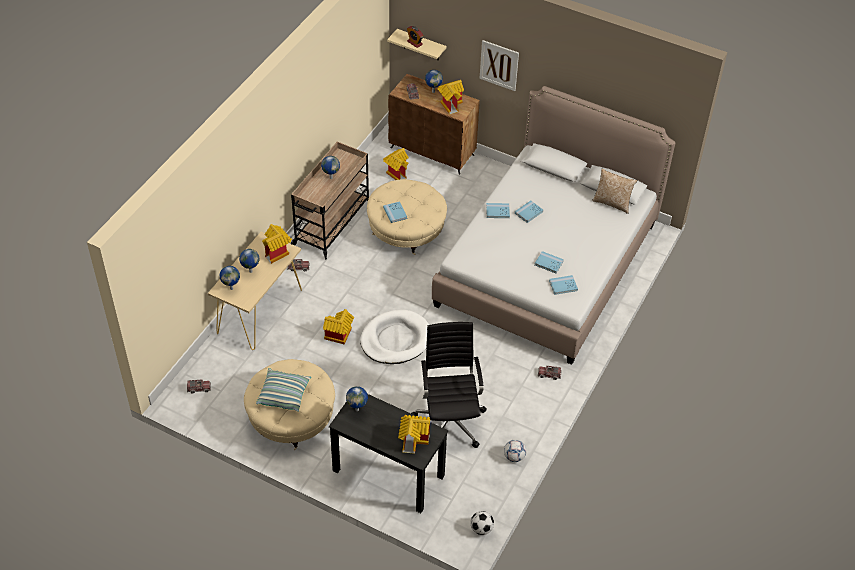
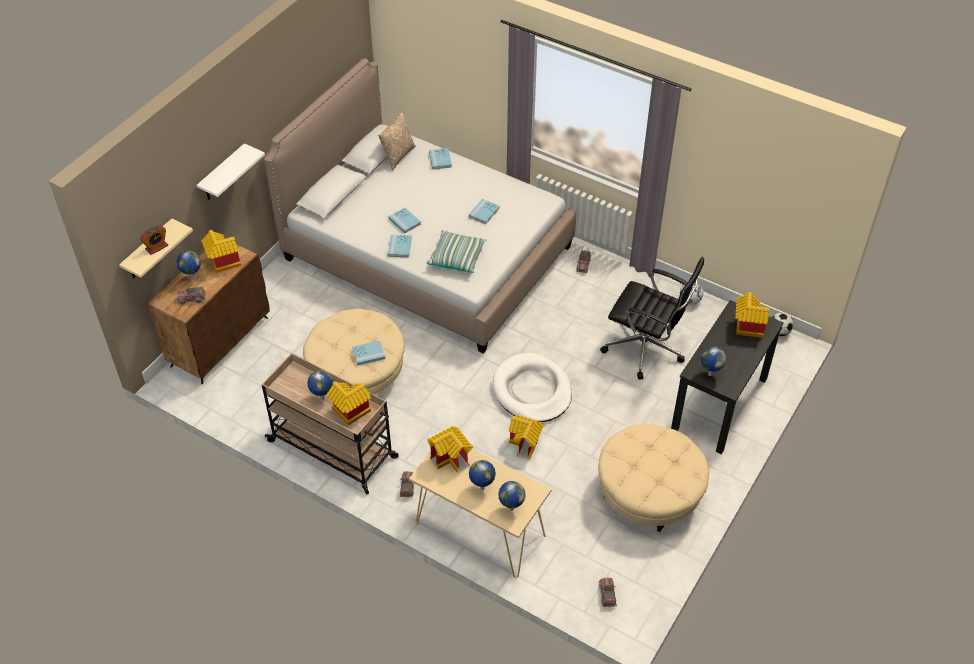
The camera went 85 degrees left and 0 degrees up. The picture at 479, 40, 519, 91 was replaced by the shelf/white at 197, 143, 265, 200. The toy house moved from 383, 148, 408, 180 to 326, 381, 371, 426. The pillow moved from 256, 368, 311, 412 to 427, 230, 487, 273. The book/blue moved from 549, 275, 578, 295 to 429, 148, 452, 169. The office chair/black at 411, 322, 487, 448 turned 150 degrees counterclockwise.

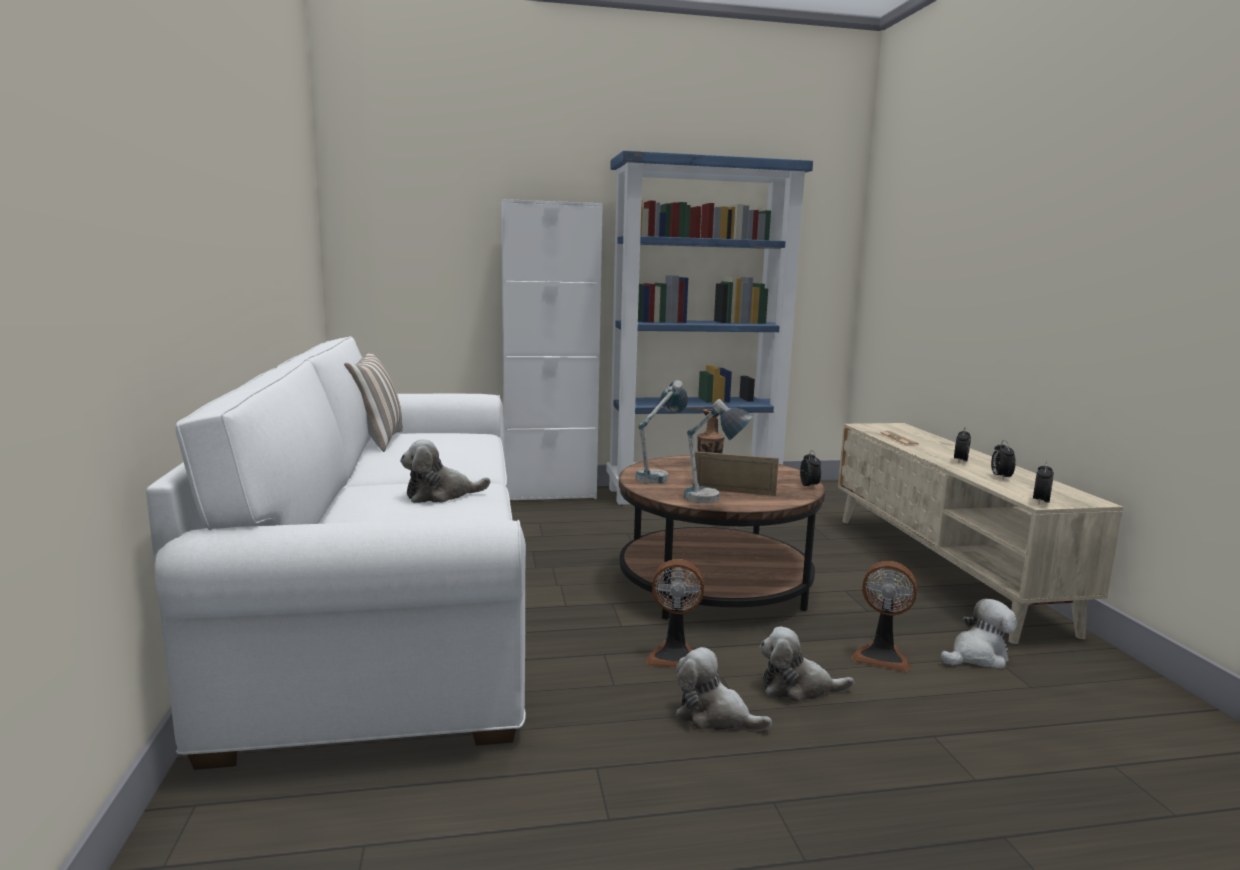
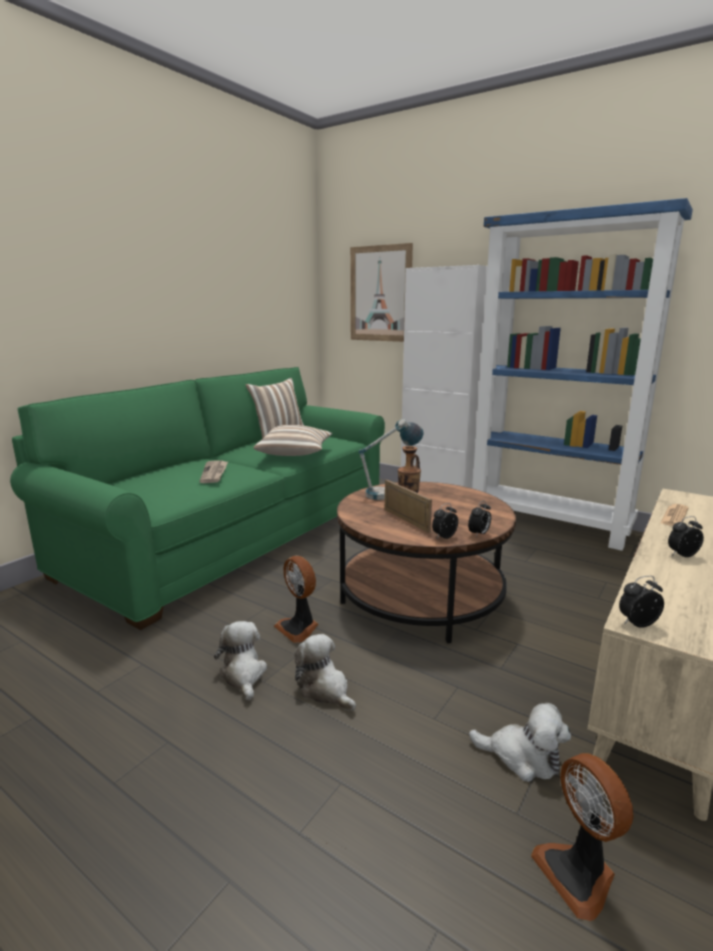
The camera went 45 degrees right and 5 degrees up. The sofa/white at 146, 336, 526, 770 became the sofa/green at 10, 367, 385, 630. The plush toy at 400, 439, 490, 503 was replaced by the newspaper at 200, 461, 228, 483. The pillow at 253, 425, 332, 456 appeared. The picture at 350, 243, 413, 342 appeared. The alarm clock moved from 991, 440, 1016, 480 to 432, 503, 458, 539. The fan moved from 851, 561, 917, 672 to 531, 753, 633, 921. The table lamp at 684, 399, 754, 503 disappeared.

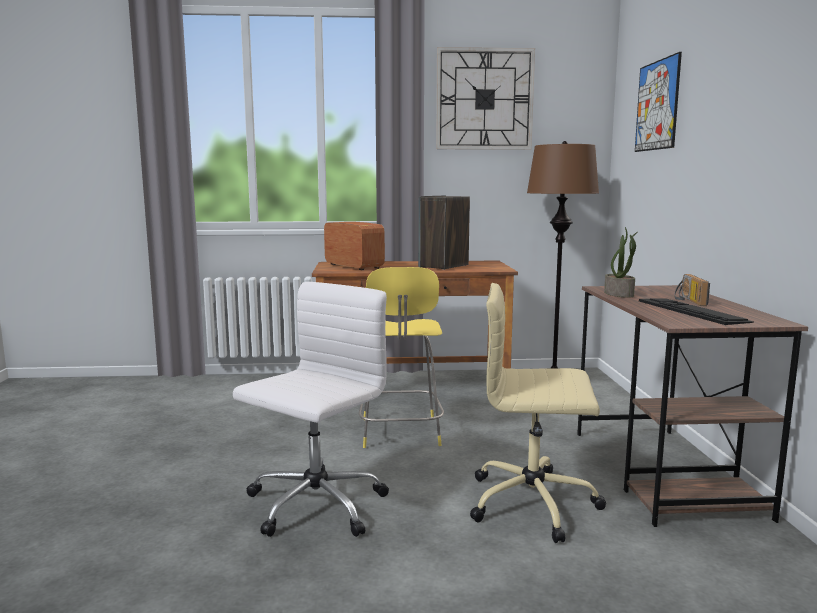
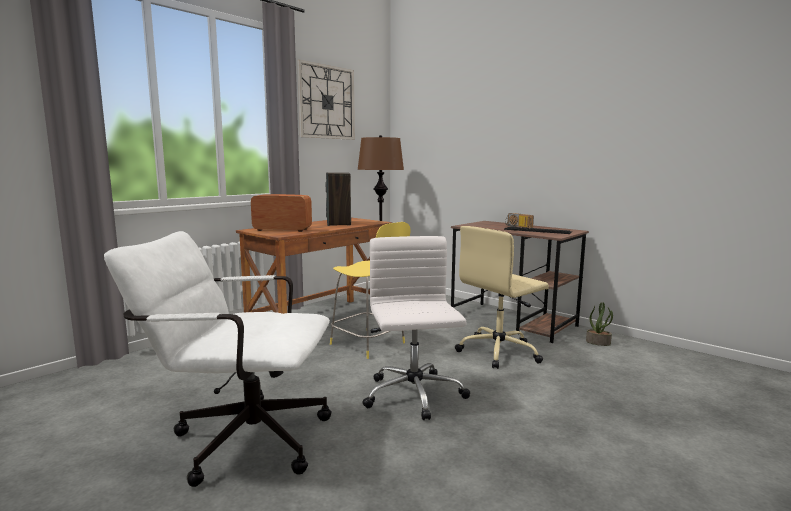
The camera went 45 degrees left and 0 degrees up. The office chair/white at 104, 231, 332, 487 appeared. The potted plant moved from 604, 227, 637, 298 to 586, 302, 613, 346. The picture at 635, 52, 682, 152 disappeared.

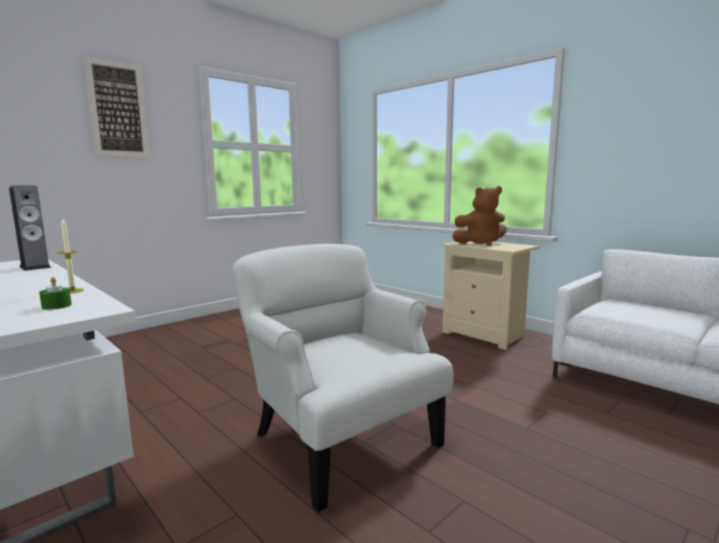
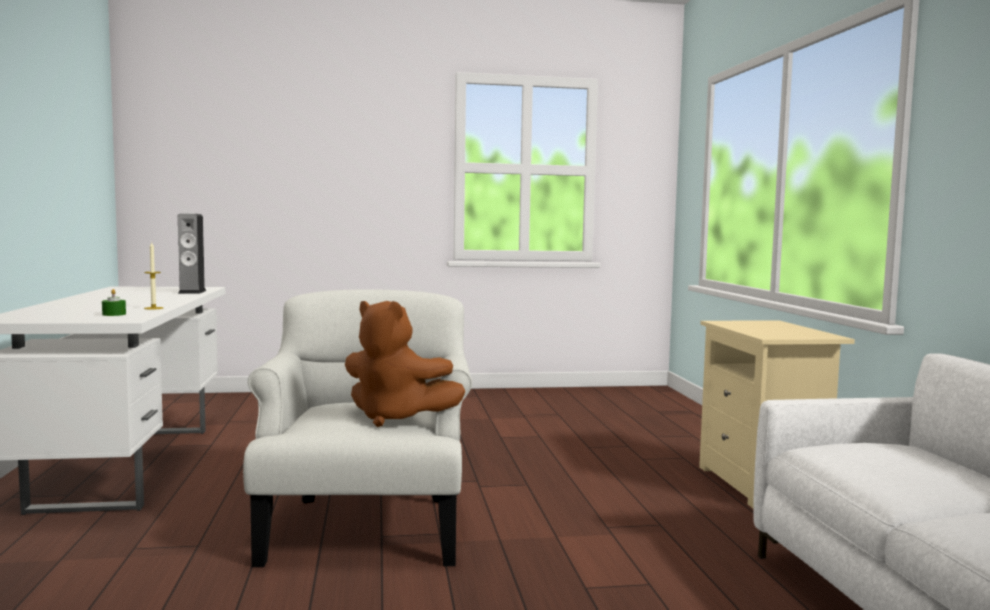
The camera went 35 degrees right and 5 degrees down. The plush toy/brown moved from 452, 186, 507, 246 to 345, 301, 465, 427. The picture at 84, 56, 150, 157 disappeared.

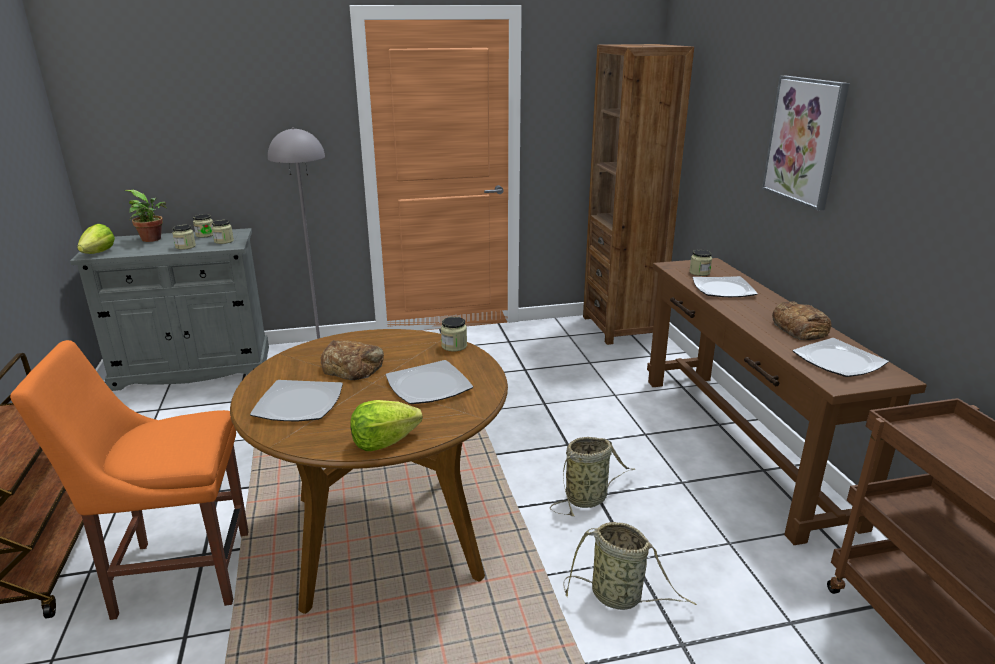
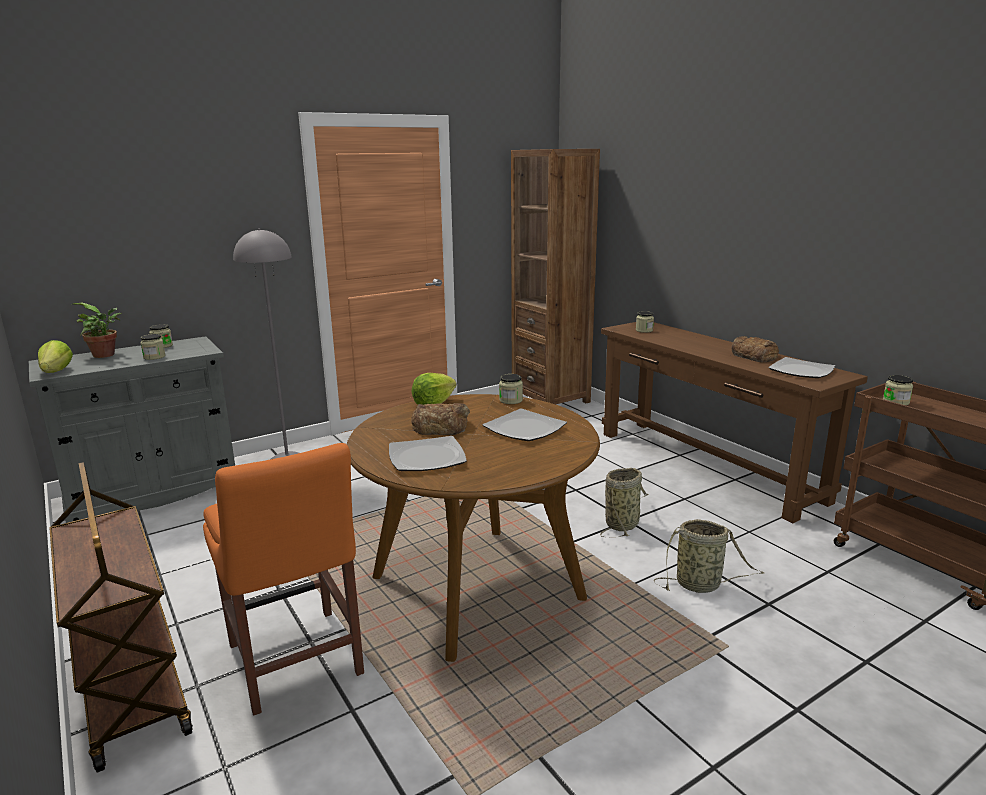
The camera went 20 degrees left and 5 degrees down. The chair/orange at 10, 340, 249, 620 turned 90 degrees counterclockwise. The lettuce moved from 350, 400, 423, 451 to 412, 373, 457, 405. The jar moved from 212, 220, 234, 244 to 883, 375, 913, 405. The plate at 693, 276, 758, 297 disappeared. The picture at 762, 76, 850, 210 disappeared.

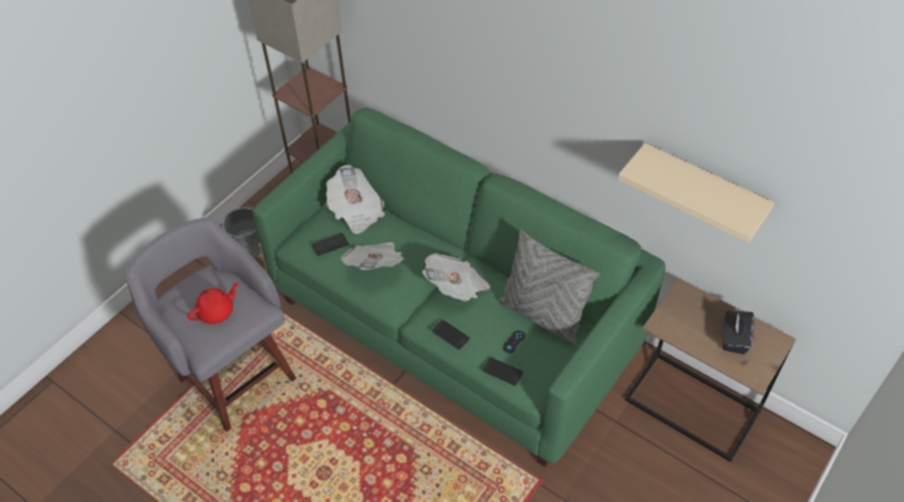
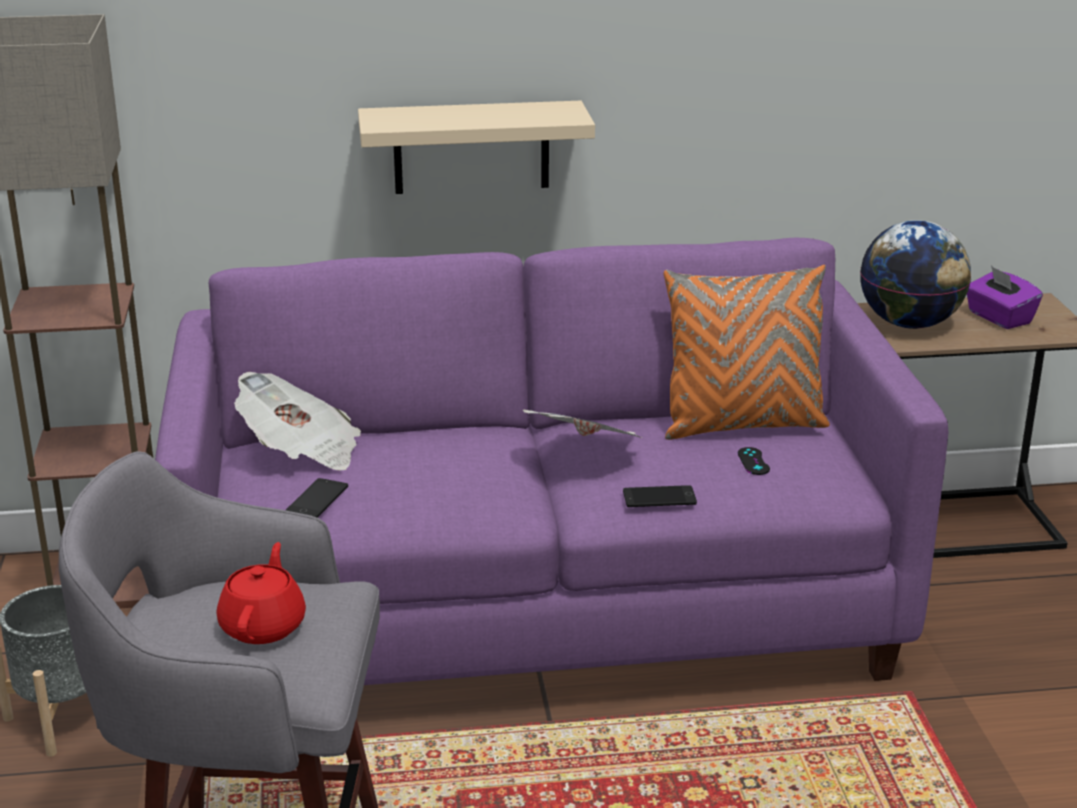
The camera went 45 degrees left and 25 degrees down. The sofa/green at 252, 108, 665, 467 became the sofa/purple at 155, 238, 948, 685. The shelf/beige moved from 618, 143, 774, 243 to 358, 101, 595, 194. The pillow/grey at 498, 229, 600, 344 became the pillow/orange at 664, 265, 830, 440. The globe at 860, 220, 971, 329 appeared. The tissue box/black at 722, 311, 754, 354 became the tissue box/purple at 967, 266, 1043, 329. The newspaper at 341, 242, 405, 270 disappeared. The phone at 483, 357, 523, 386 disappeared.

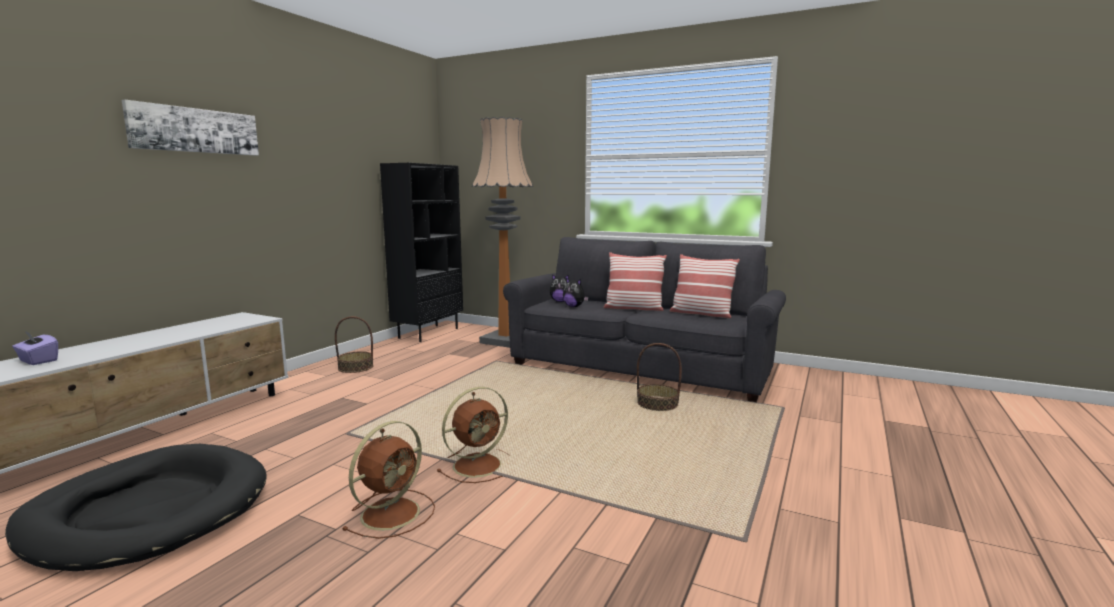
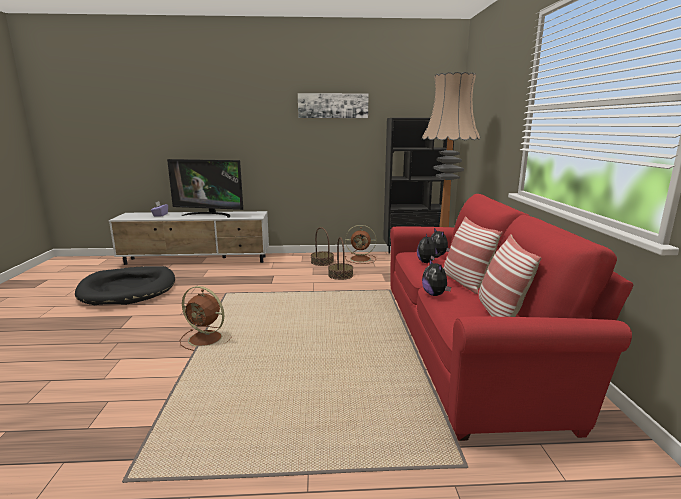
The camera went 60 degrees right and 5 degrees up. The television at 167, 159, 243, 218 appeared. The picture moved from 122, 100, 259, 156 to 298, 93, 369, 118. The basket moved from 637, 343, 682, 411 to 328, 237, 353, 280. The fan/brown moved from 342, 421, 435, 539 to 345, 225, 376, 264. The sofa/grey at 503, 237, 786, 402 became the sofa/red at 390, 194, 633, 441. The plush toy at 422, 259, 451, 296 appeared.

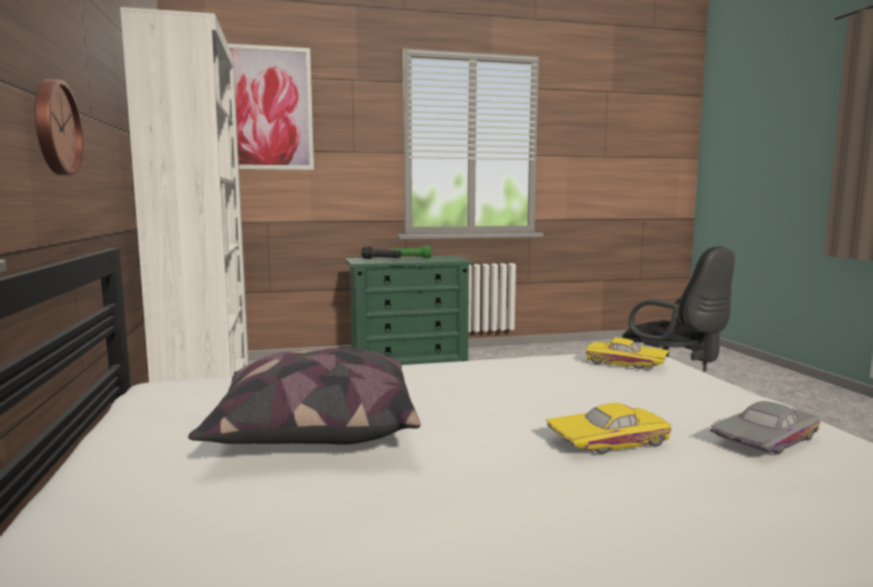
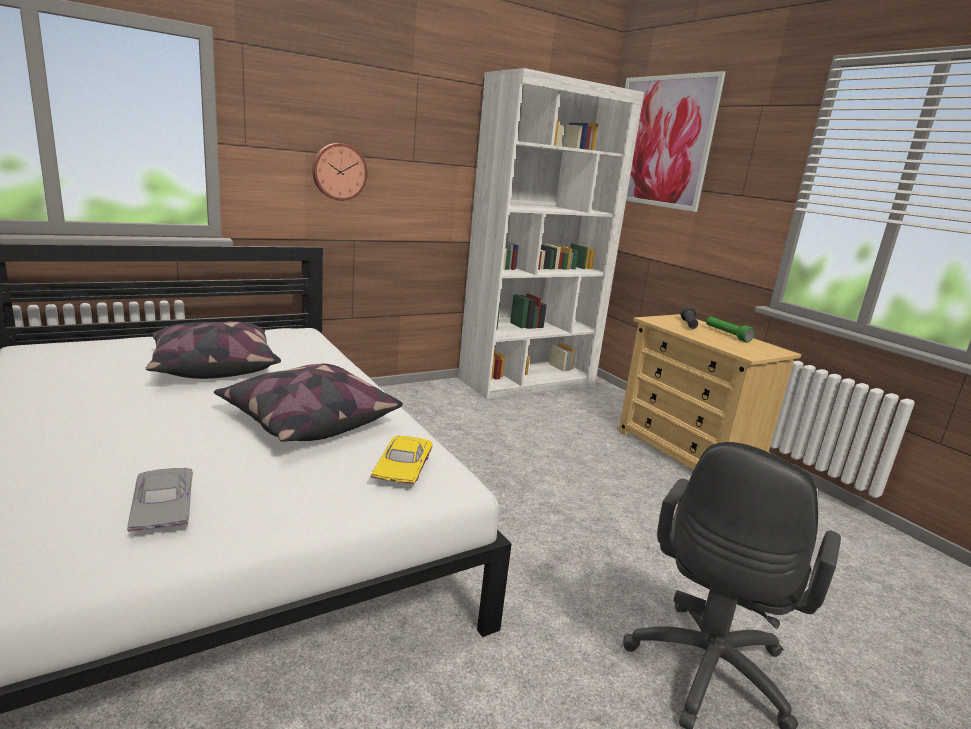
The camera went 70 degrees right and 10 degrees up. The toy car/grey at 710, 401, 821, 454 turned 150 degrees counterclockwise. The pillow at 214, 364, 403, 442 appeared. The dresser/green at 345, 256, 474, 365 became the dresser/beige at 618, 314, 801, 470. The toy car/yellow at 546, 403, 672, 454 disappeared.

